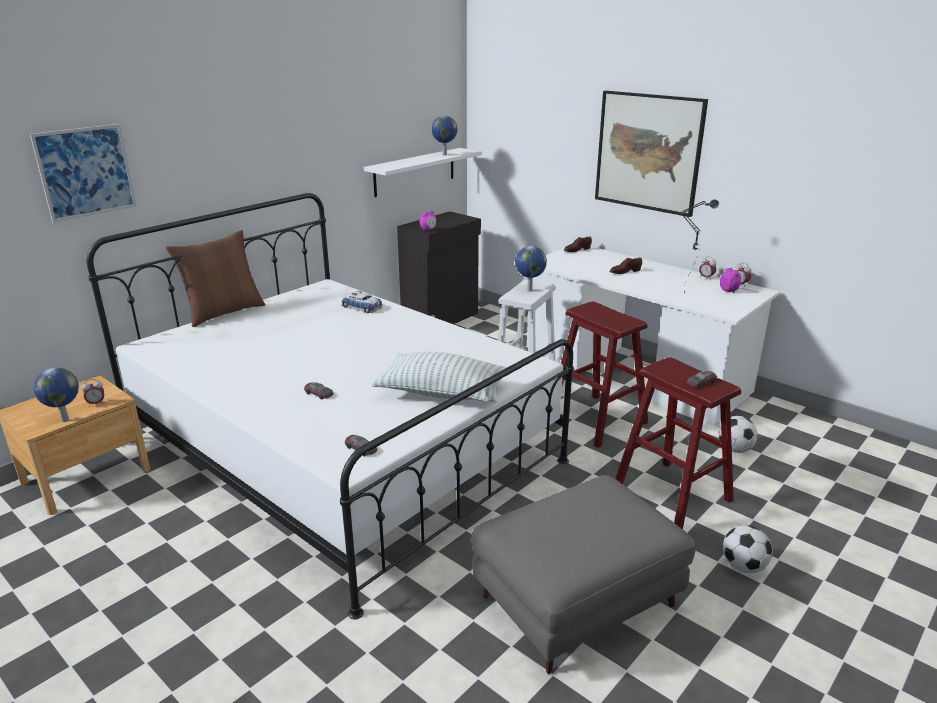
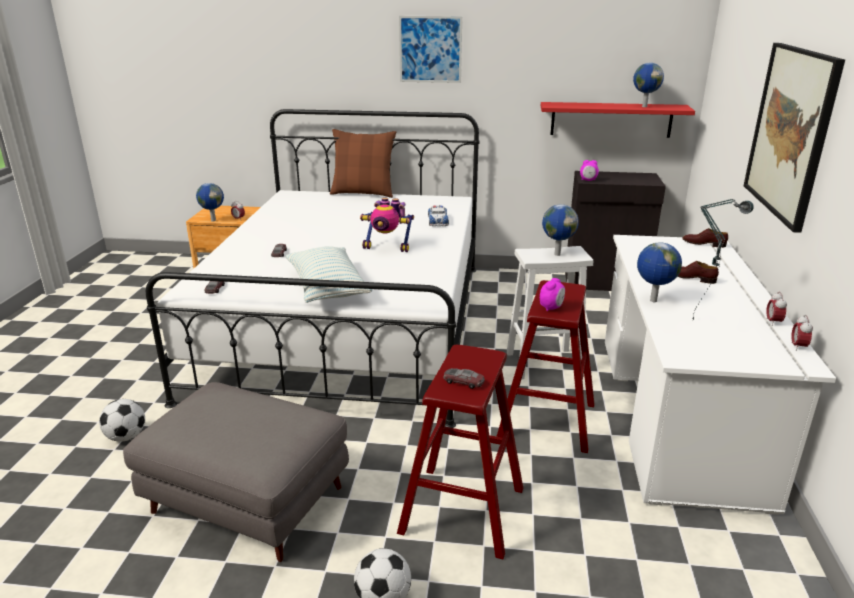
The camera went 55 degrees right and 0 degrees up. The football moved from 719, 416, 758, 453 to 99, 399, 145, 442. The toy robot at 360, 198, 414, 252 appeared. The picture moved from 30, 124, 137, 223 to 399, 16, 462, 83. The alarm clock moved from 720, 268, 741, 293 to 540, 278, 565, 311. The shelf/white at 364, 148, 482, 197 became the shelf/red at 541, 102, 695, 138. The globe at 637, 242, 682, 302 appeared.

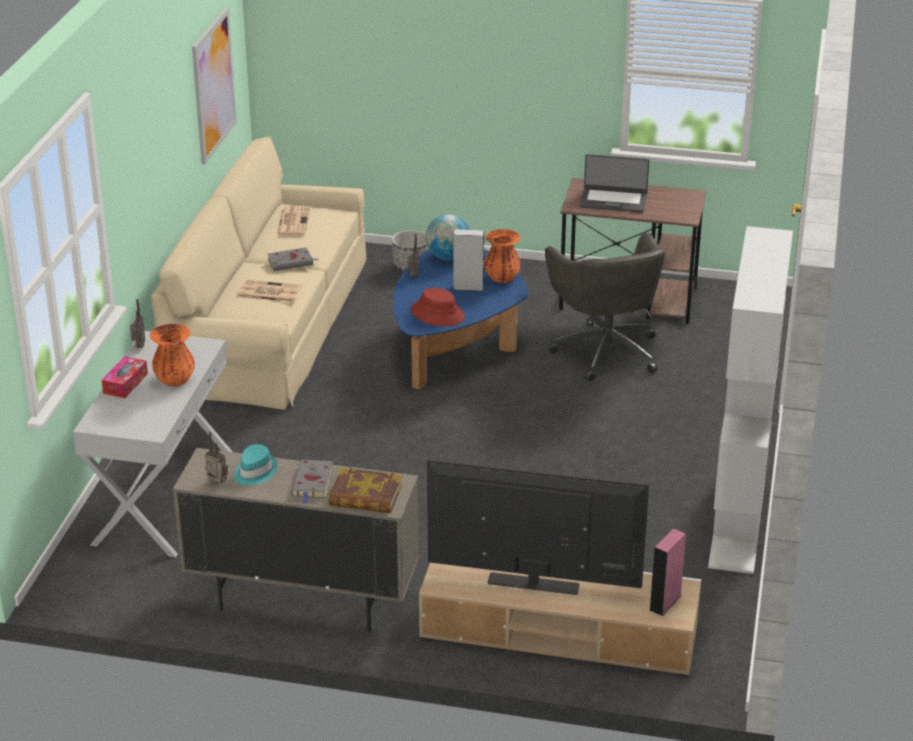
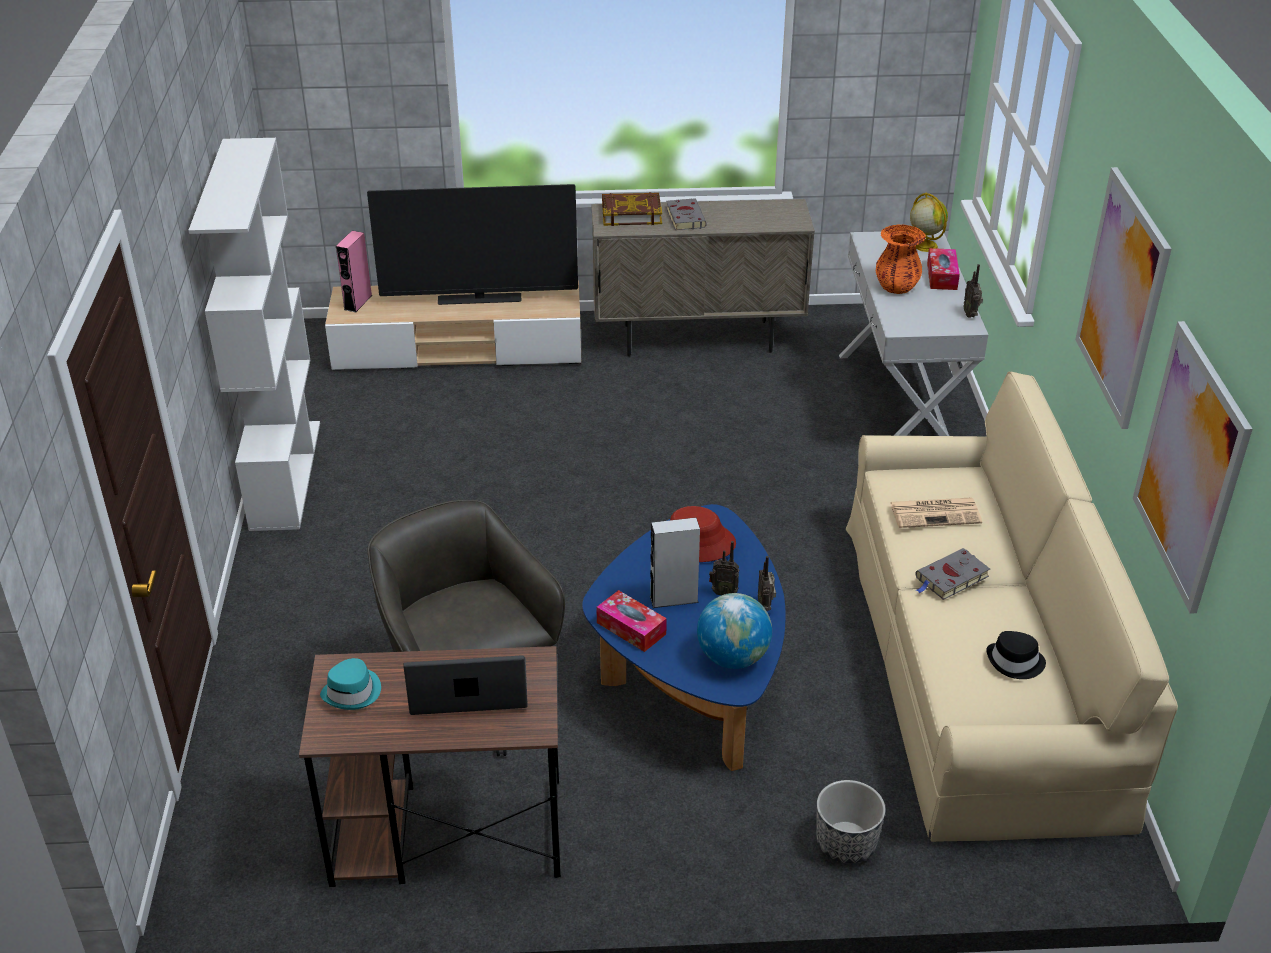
The camera went 165 degrees right and 5 degrees up. The hat/turquoise moved from 234, 444, 277, 485 to 320, 658, 381, 710. The vase/orange at 484, 229, 521, 283 was replaced by the tissue box at 596, 590, 667, 652. The radio moved from 205, 432, 228, 484 to 709, 541, 739, 595. The globe at 910, 193, 948, 252 appeared. The newspaper at 277, 206, 310, 235 was replaced by the hat/black at 987, 631, 1046, 679. The picture at 1075, 167, 1172, 429 appeared.

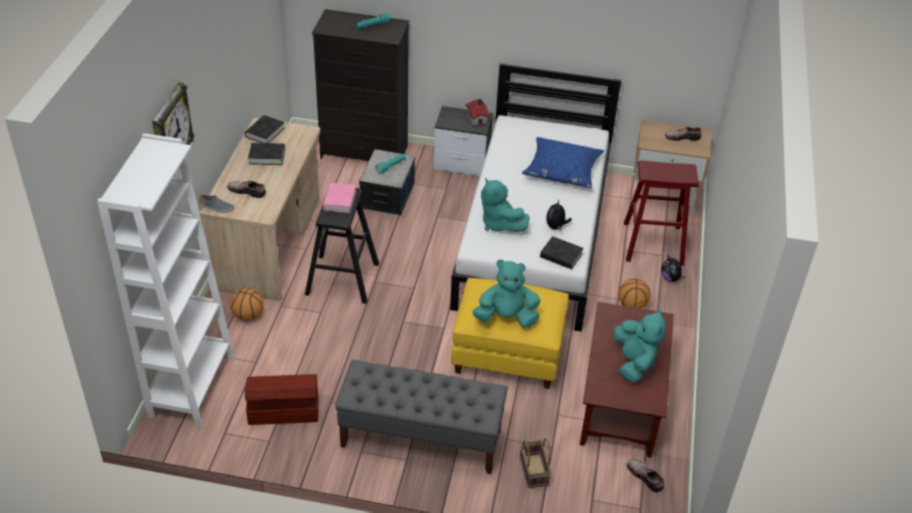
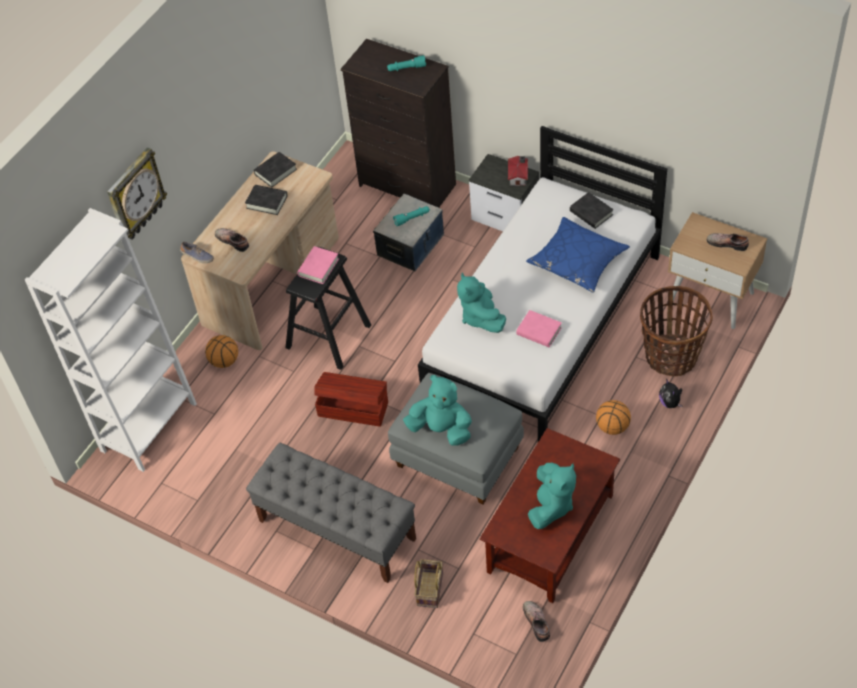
The camera went 25 degrees right and 10 degrees up. The storage box/brown moved from 245, 374, 318, 425 to 314, 372, 388, 427. The ottoman/yellow at 451, 278, 569, 389 became the ottoman/grey at 388, 373, 524, 505. The plush toy at 546, 200, 572, 230 was replaced by the book/pink at 516, 310, 562, 347. The book/black moved from 540, 236, 584, 269 to 570, 192, 614, 229. The stool/red at 624, 161, 699, 266 was replaced by the basket at 640, 286, 713, 376.

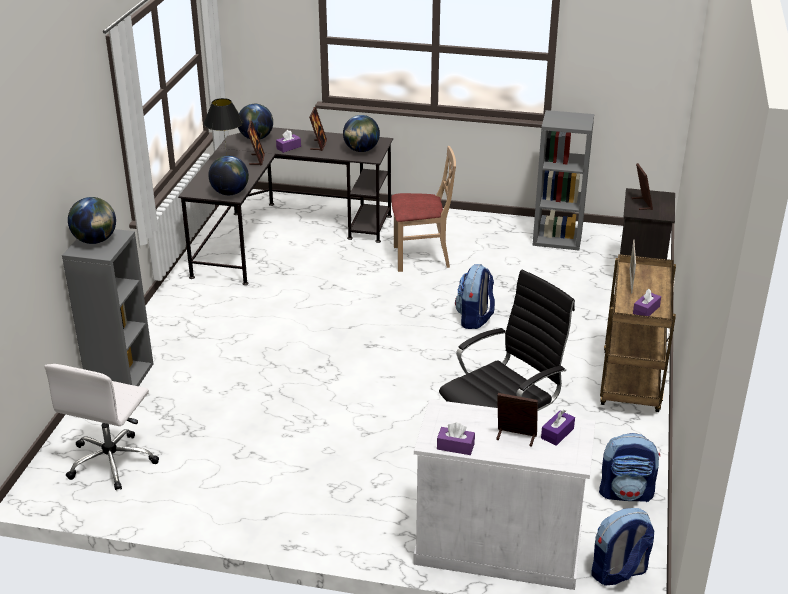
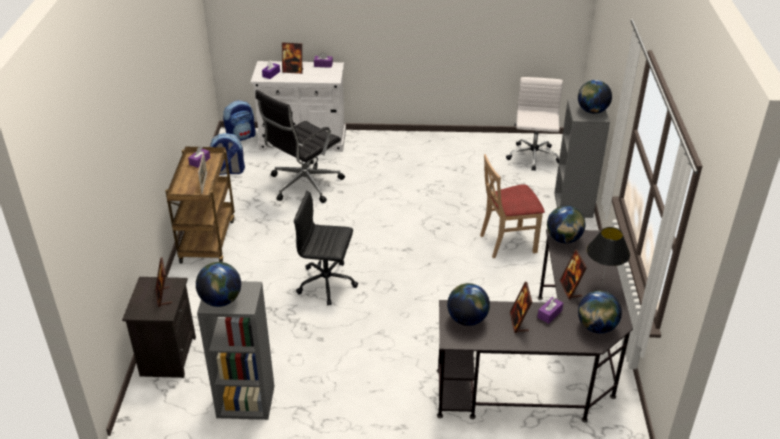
The camera went 170 degrees right and 5 degrees up. The globe at 196, 262, 241, 307 appeared. The backpack at 455, 264, 495, 329 was replaced by the office chair/black at 294, 191, 358, 306. The chair/beige moved from 391, 146, 456, 272 to 480, 154, 545, 258.

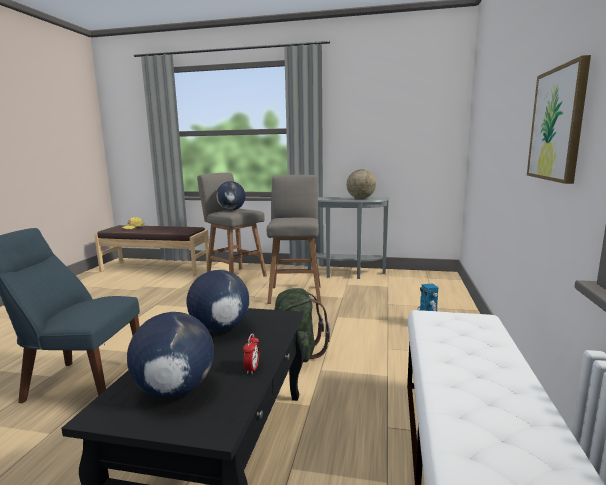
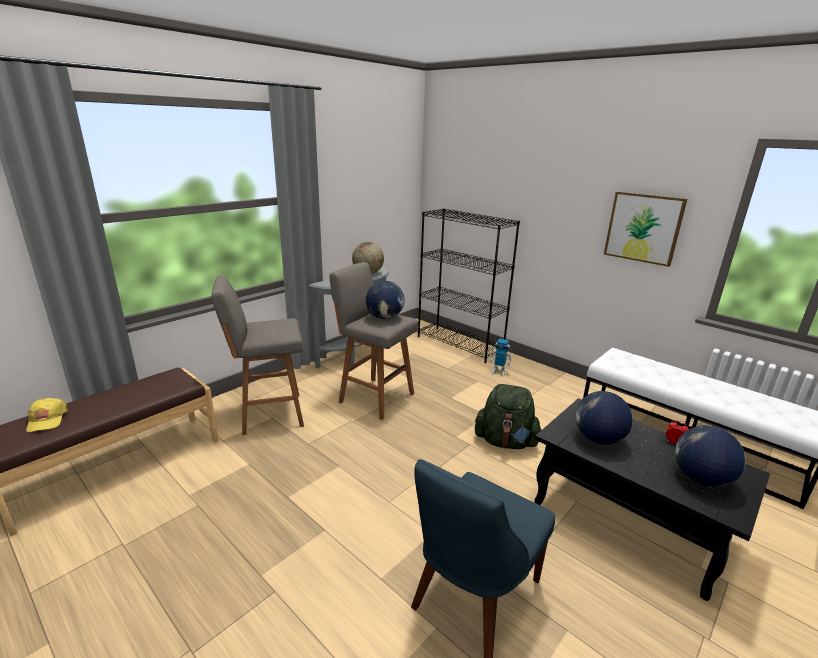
The camera went 60 degrees left and 10 degrees up. The globe moved from 216, 181, 246, 211 to 366, 281, 404, 319. The bookcase/black at 418, 208, 520, 363 appeared.

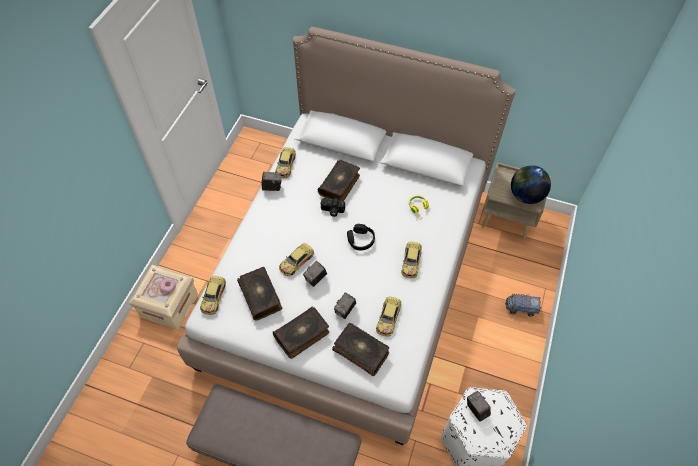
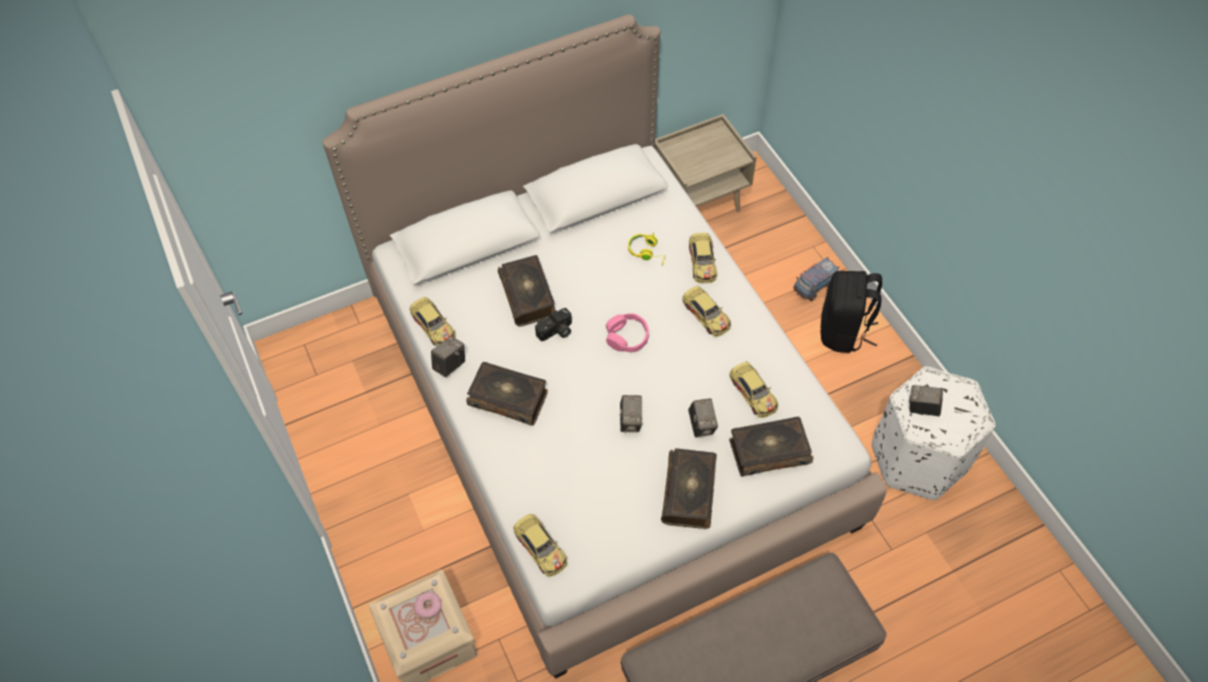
The camera went 45 degrees left and 0 degrees up. The book moved from 237, 267, 282, 321 to 467, 362, 548, 426. The headphones/black at 347, 224, 375, 250 became the headphones/pink at 606, 313, 649, 352. The toy car moved from 279, 243, 314, 277 to 689, 233, 717, 283. The backpack/black at 820, 271, 882, 353 appeared. The globe at 511, 165, 551, 204 disappeared.

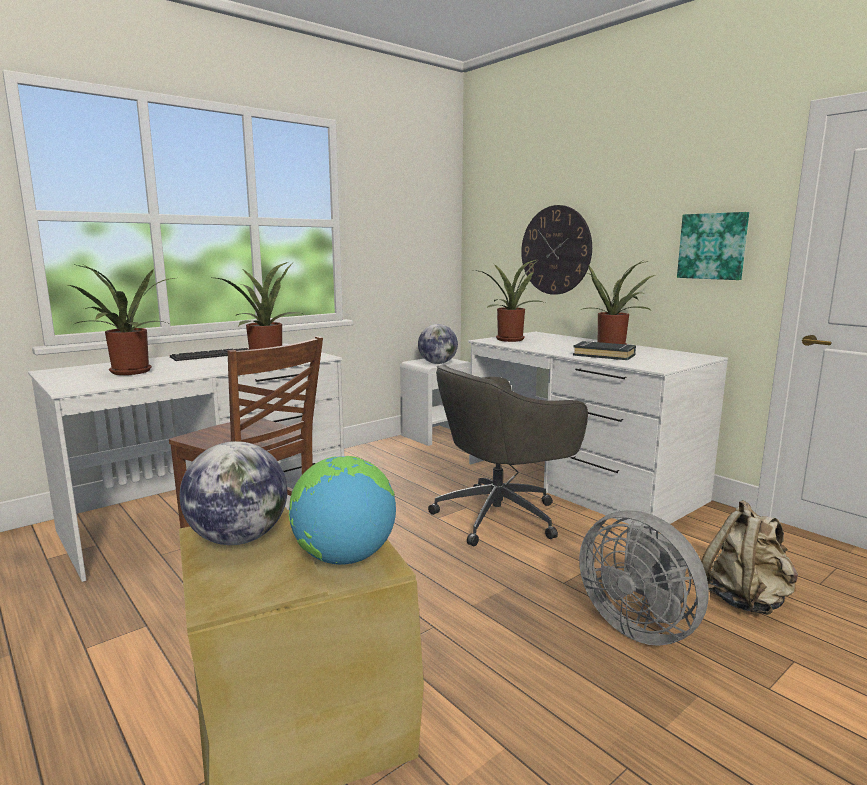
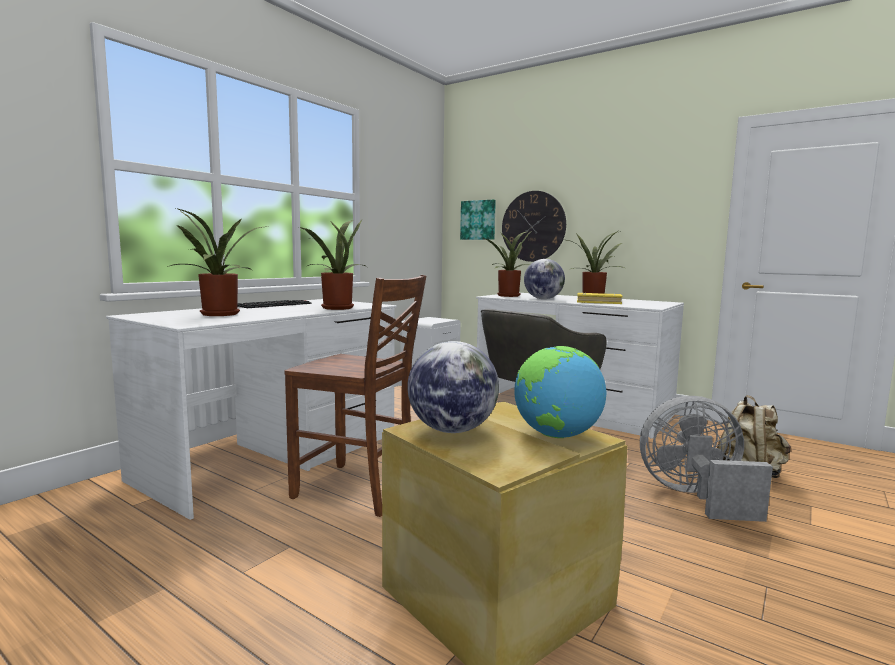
The camera went 15 degrees left and 5 degrees down. The picture moved from 677, 212, 749, 280 to 460, 199, 496, 240. The globe moved from 418, 324, 458, 364 to 524, 259, 565, 299. The book/black at 573, 341, 636, 360 became the book/yellow at 577, 293, 622, 304. The fan/grey at 579, 510, 709, 646 turned 150 degrees clockwise.

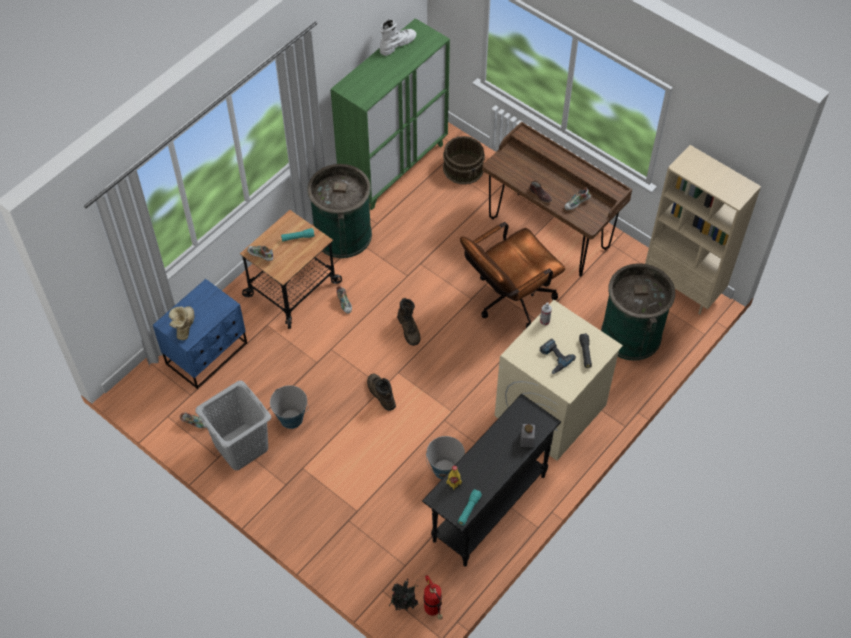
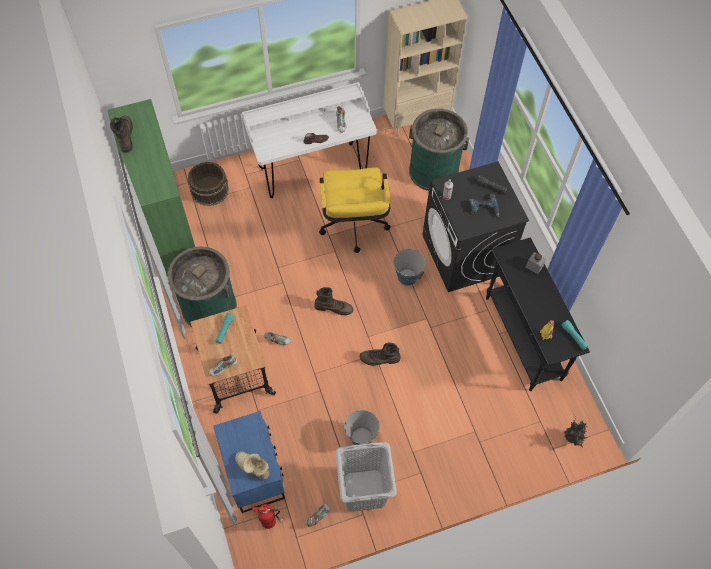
The camera went 60 degrees left and 5 degrees up. The boot/white at 380, 19, 416, 56 became the boot/brown at 110, 116, 133, 153. The desk/brown at 482, 122, 632, 276 became the desk/white at 242, 82, 377, 198. The fire extinguisher moved from 424, 575, 443, 620 to 252, 504, 283, 529. The office chair/brown at 460, 222, 565, 328 became the office chair/yellow at 319, 167, 391, 253. The bucket moved from 426, 436, 465, 479 to 393, 249, 425, 285. The washing machine/beige at 495, 300, 623, 461 became the washing machine/black at 423, 161, 529, 292.

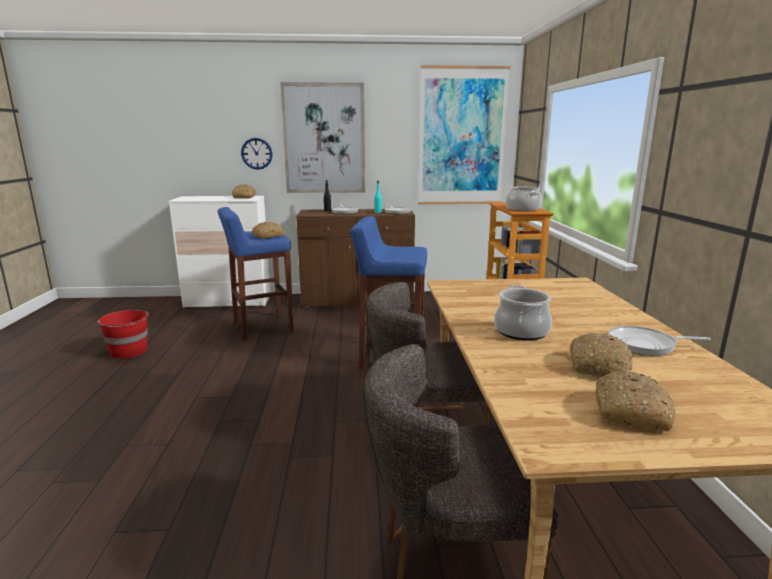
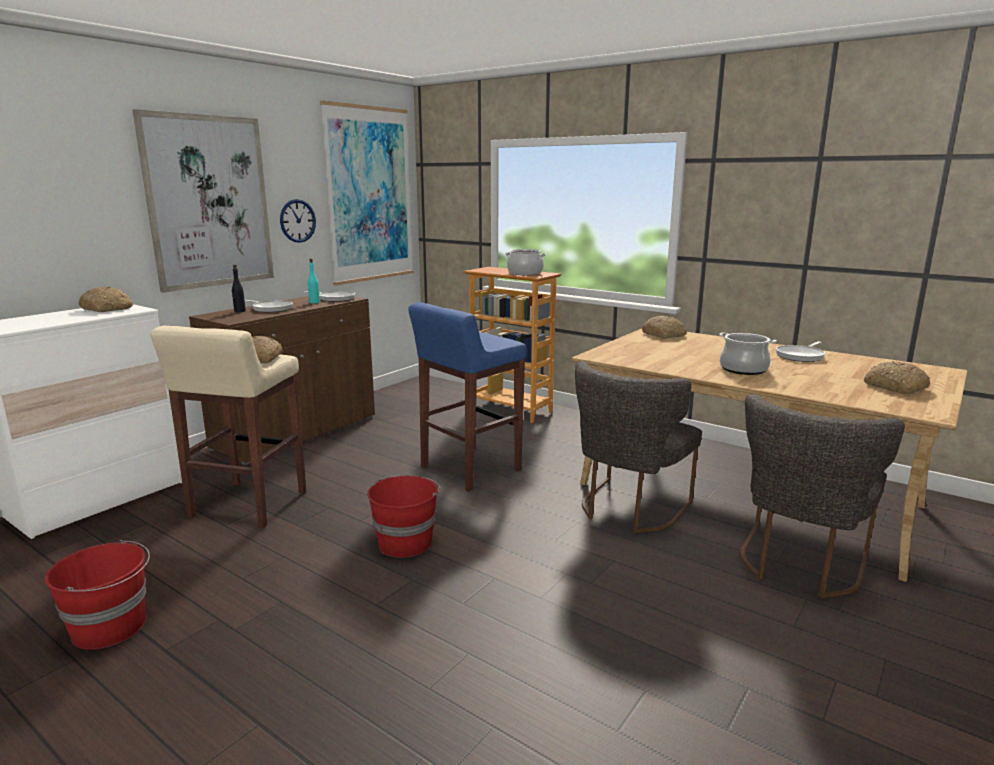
The camera went 50 degrees left and 0 degrees up. The stool/blue at 218, 207, 294, 340 became the stool/beige at 150, 326, 306, 528. The wall clock moved from 241, 138, 272, 170 to 280, 199, 316, 243. The bucket/red at 367, 475, 440, 558 appeared. The bread moved from 570, 333, 632, 377 to 642, 315, 687, 338.

